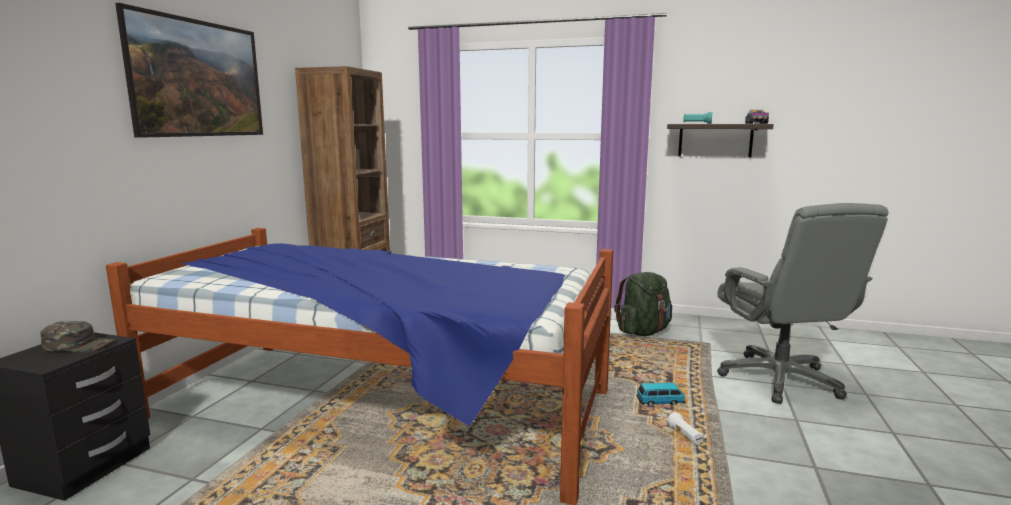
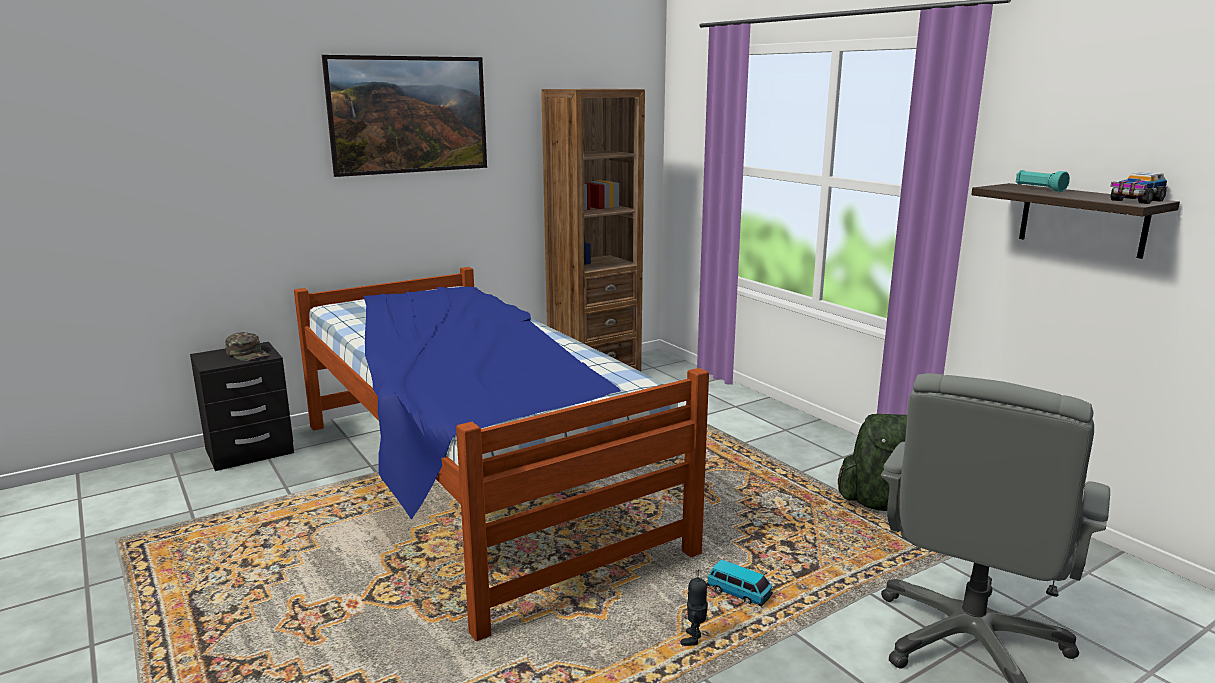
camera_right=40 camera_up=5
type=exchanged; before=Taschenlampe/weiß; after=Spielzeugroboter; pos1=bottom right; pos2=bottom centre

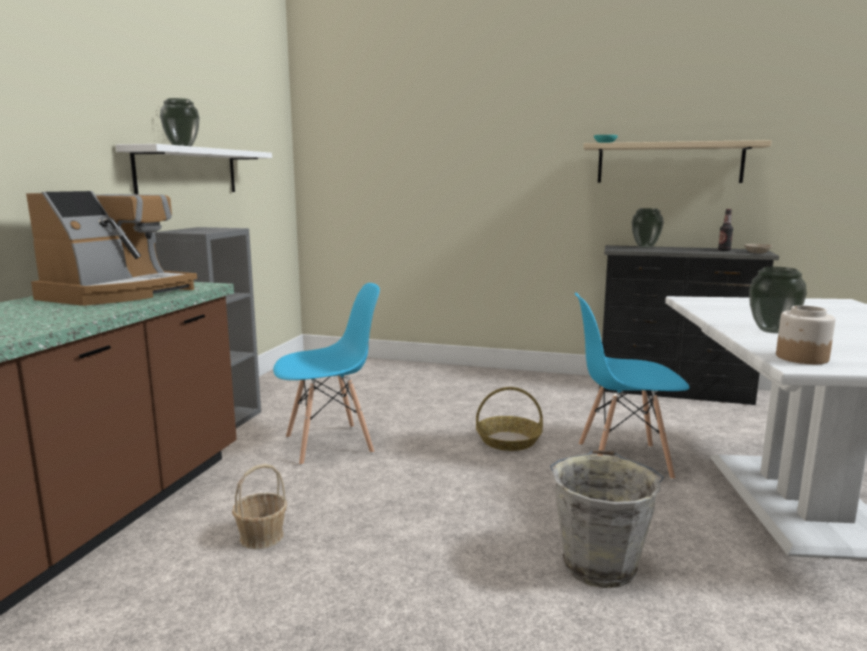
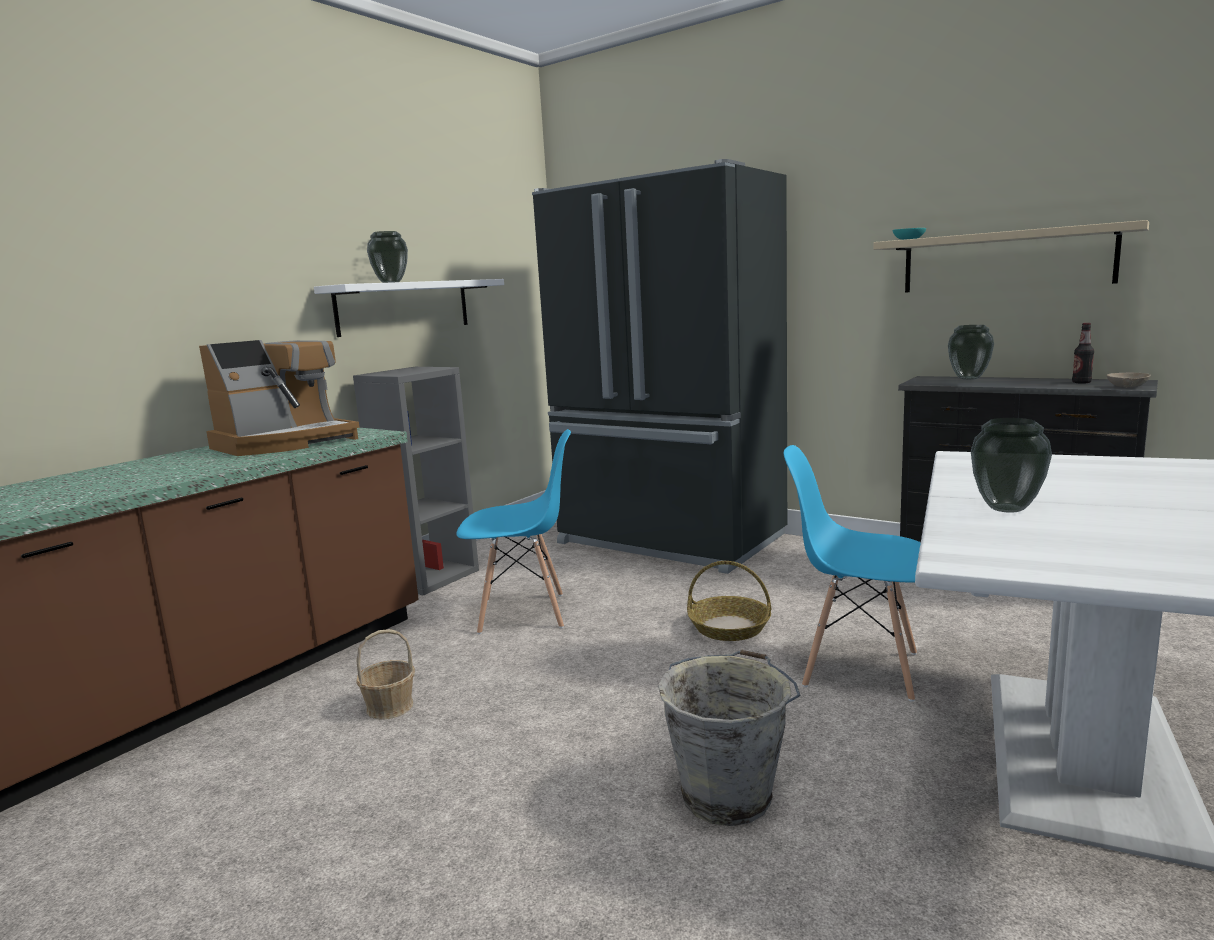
camera_right=20 camera_up=0
type=missing; before=Vorratsglas; pos1=middle right
type=appeared; after=Kühlschrank/schwarz; pos2=centre

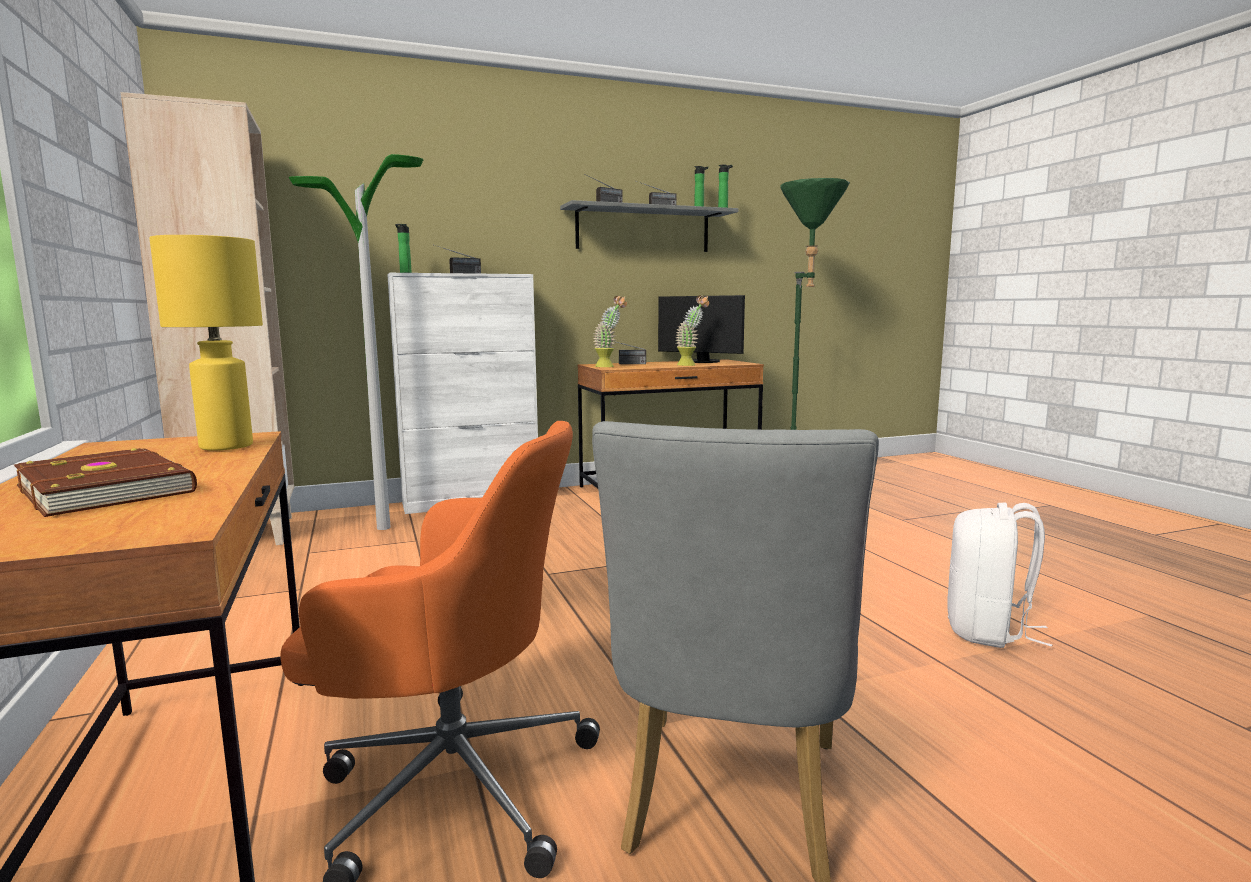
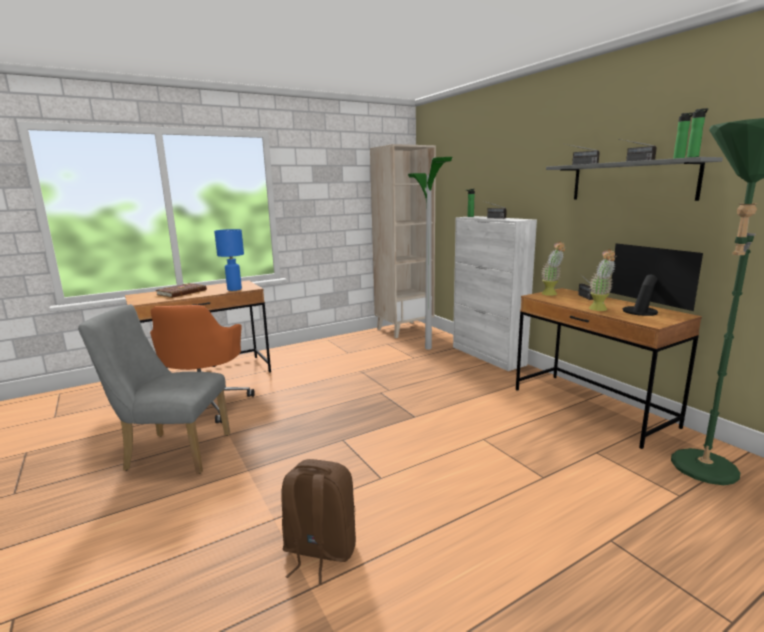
camera_right=80 camera_up=5
type=colour; before=Tischlampe/gelb; after=Tischlampe/blau; pos1=middle left; pos2=middle left
type=spun; before=Monitor; pos1=centre; pos2=middle right; turn=135
type=colour; before=Rucksack/weiß; after=Rucksack/braun; pos1=middle right; pos2=bottom centre

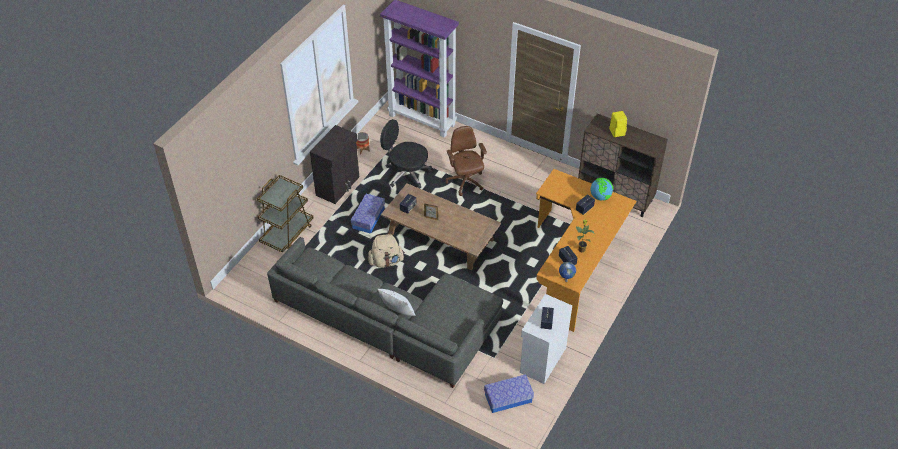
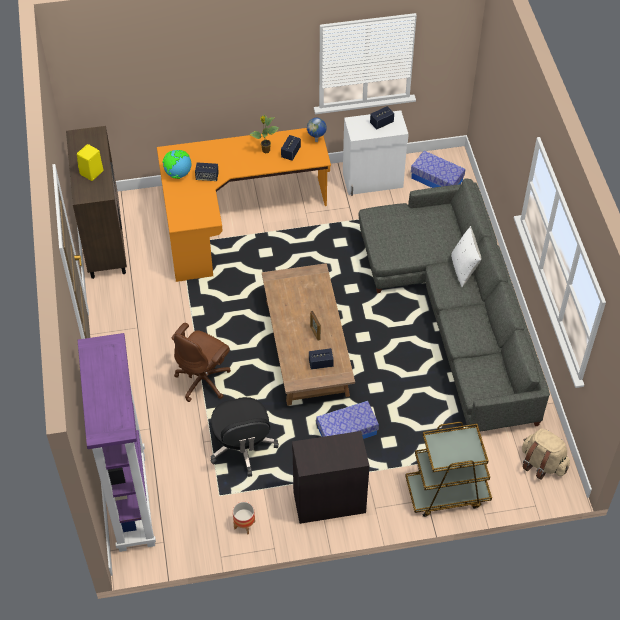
camera_right=-130 camera_up=5
type=relocated; before=Rucksack/beige; pos1=centre; pos2=bottom right

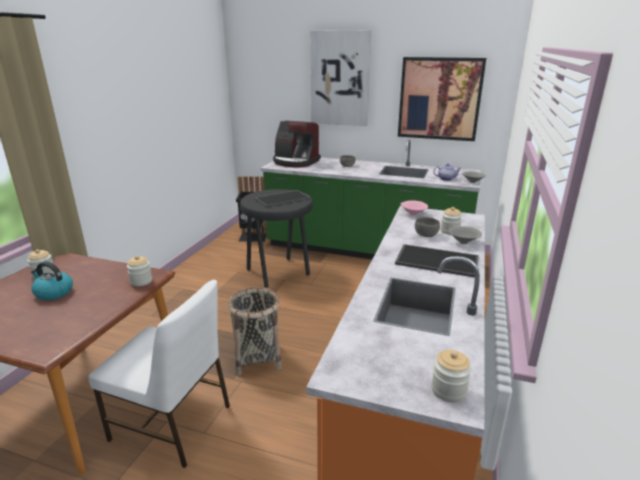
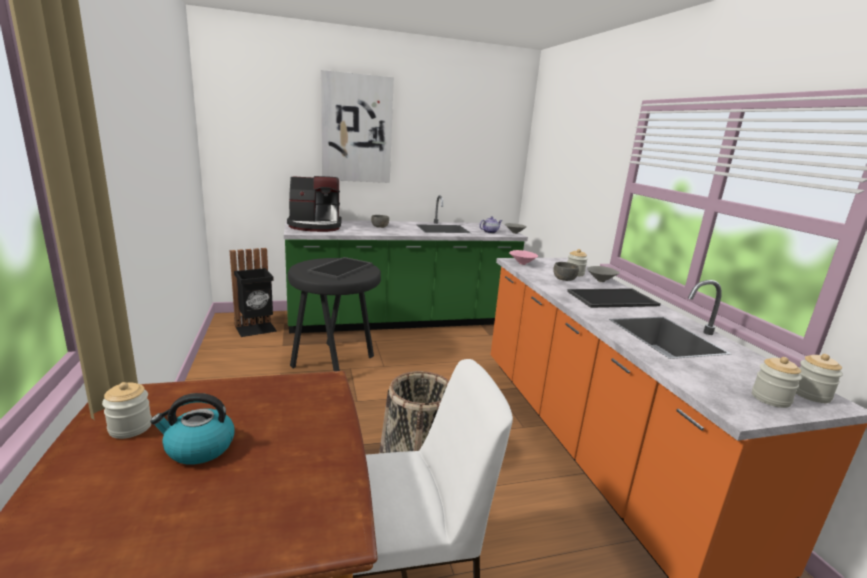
camera_right=-35 camera_up=-5
type=relocated; before=Vorratsglas (no. 2 from left in the first image); after=Vorratsglas (no. 3 from left); pos1=middle left; pos2=middle right
type=missing; before=Bild (no. 2 from left); pos1=top right

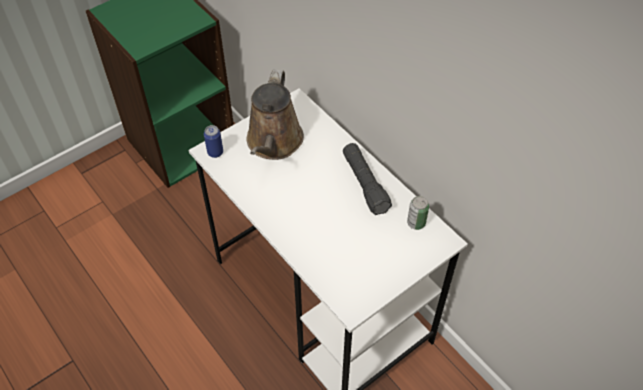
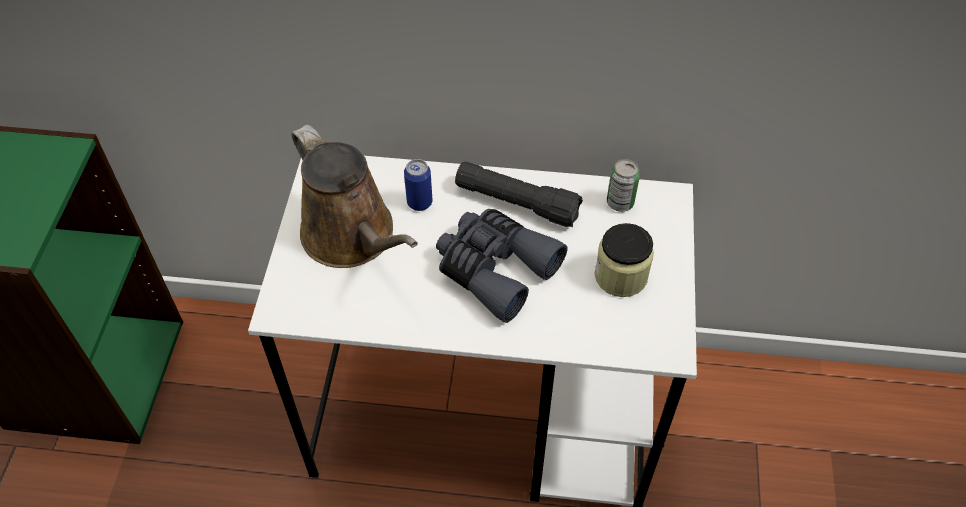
camera_right=-45 camera_up=0
type=relocated; before=Dose (no. 1 from left); pos1=middle left; pos2=centre
type=appeared; after=Fernglas/grau; pos2=centre
type=appeared; after=Vorratsglas; pos2=centre

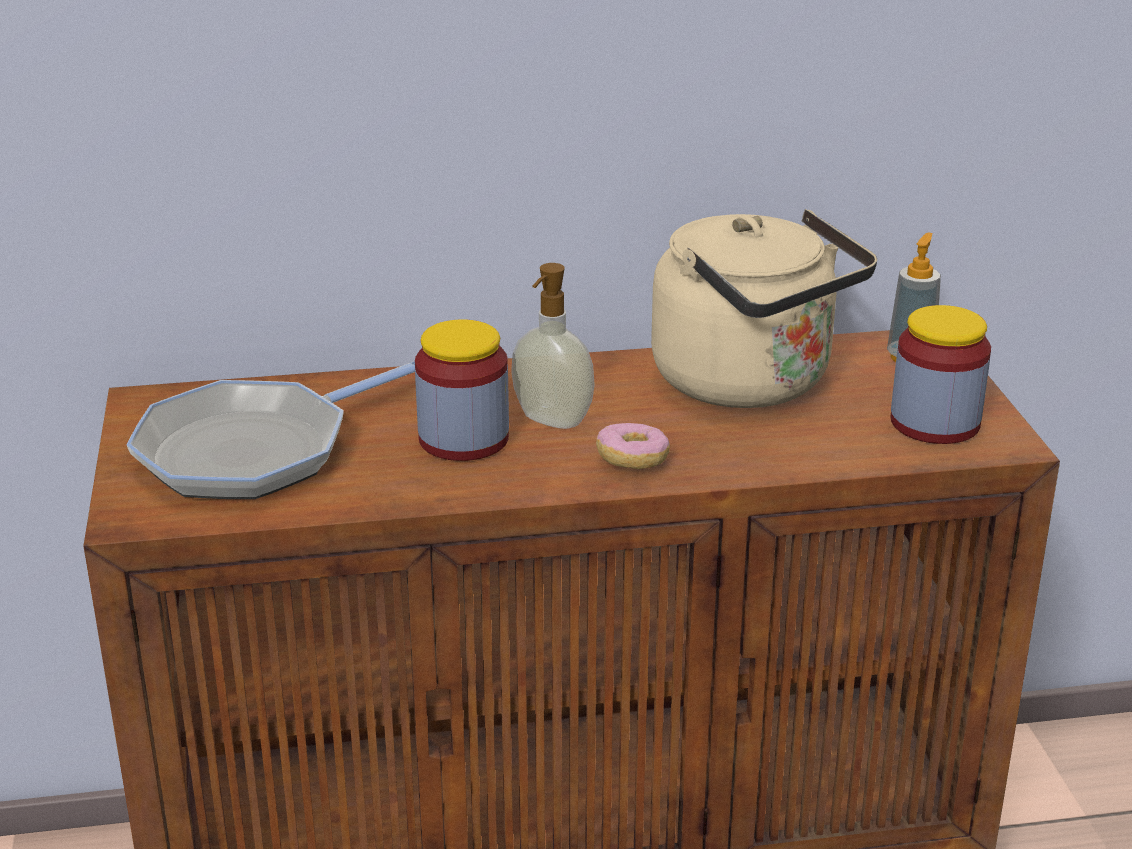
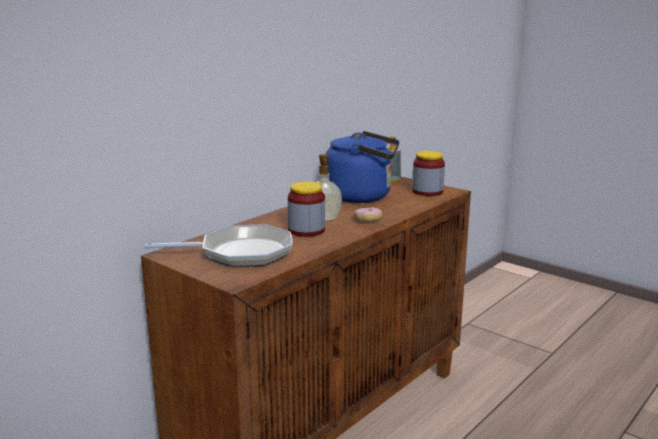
camera_right=-40 camera_up=-10
type=spun; before=Pfanne; pos1=middle left; pos2=middle left; turn=-105
type=colour; before=Wasserkessel/beige; after=Wasserkessel/blau; pos1=middle right; pos2=centre

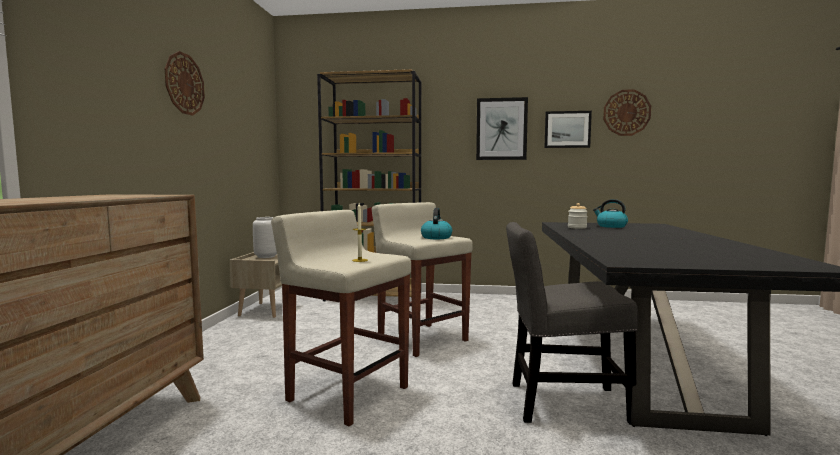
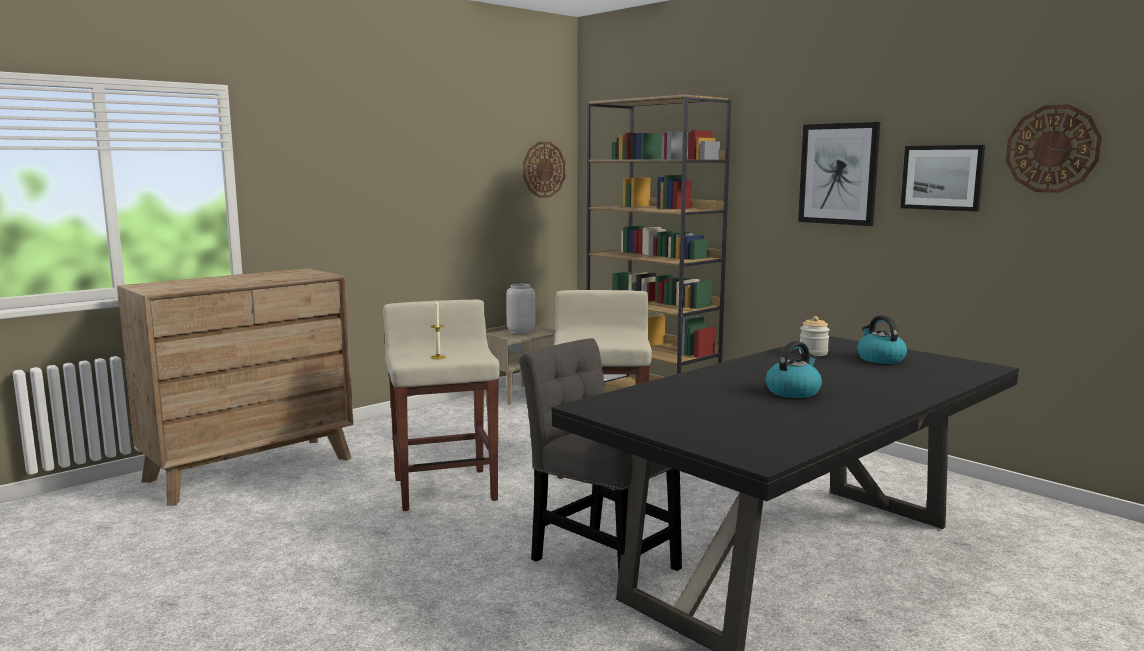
camera_right=40 camera_up=5
type=relocated; before=Wanduhr (no. 1 from left); pos1=top left; pos2=top centre
type=relocated; before=Wasserkessel (no. 1 from left); pos1=centre; pos2=middle right

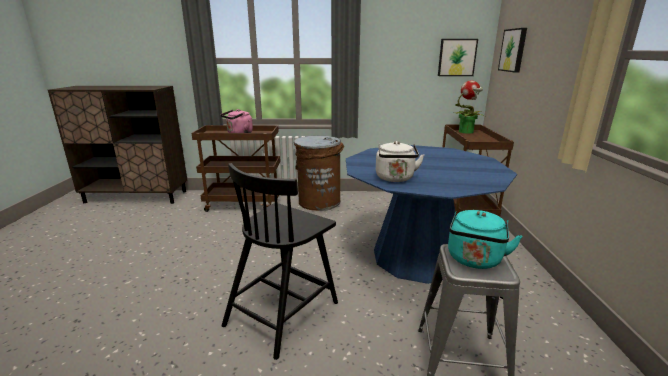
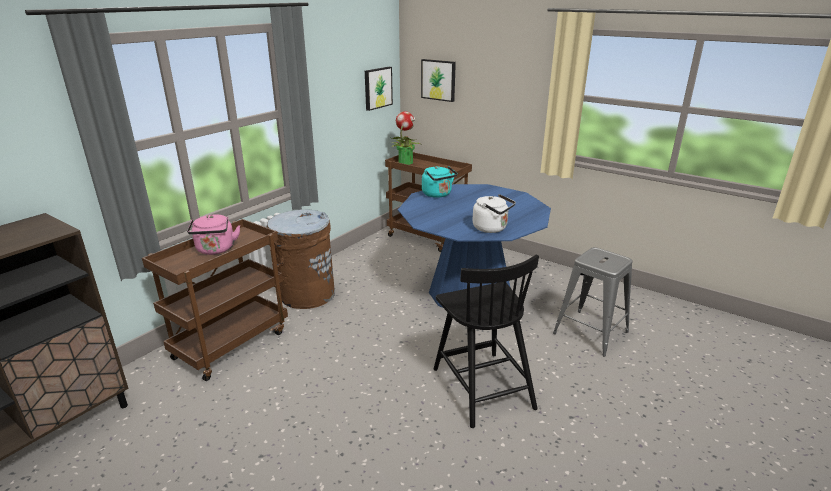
camera_right=-55 camera_up=5
type=relocated; before=Wasserkessel/türkis; pos1=middle right; pos2=centre

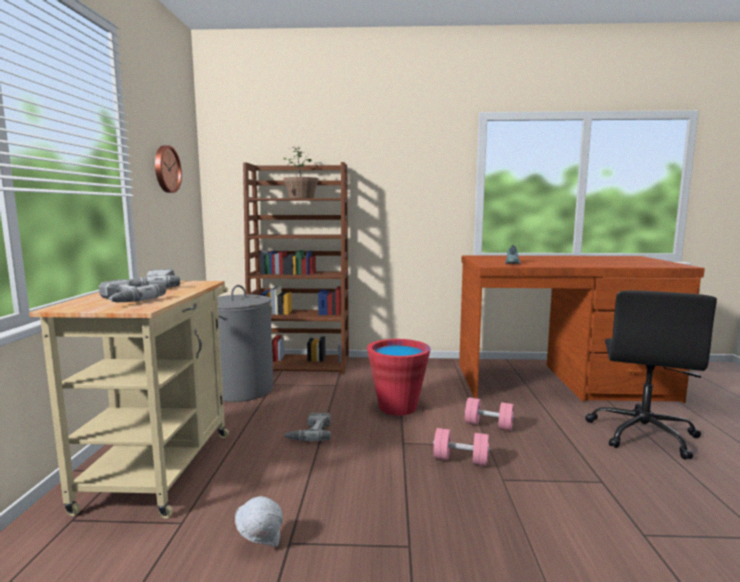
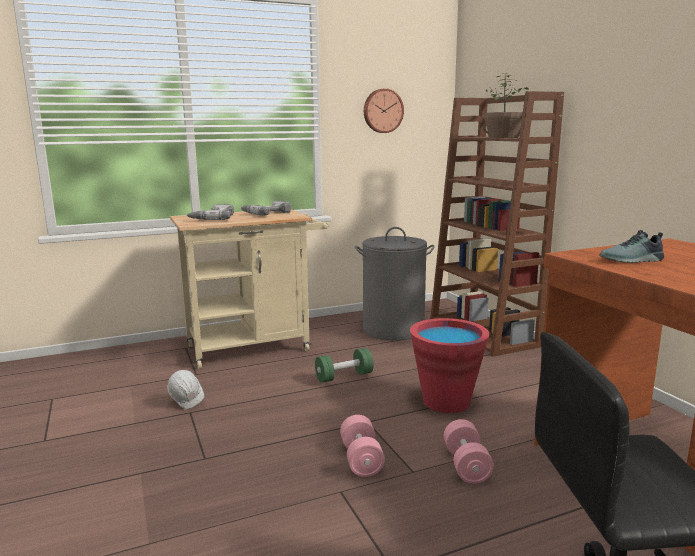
camera_right=65 camera_up=5
type=exchanged; before=Bohrmaschine (no. 3 from left); after=Hantel/grün; pos1=bottom centre; pos2=centre

